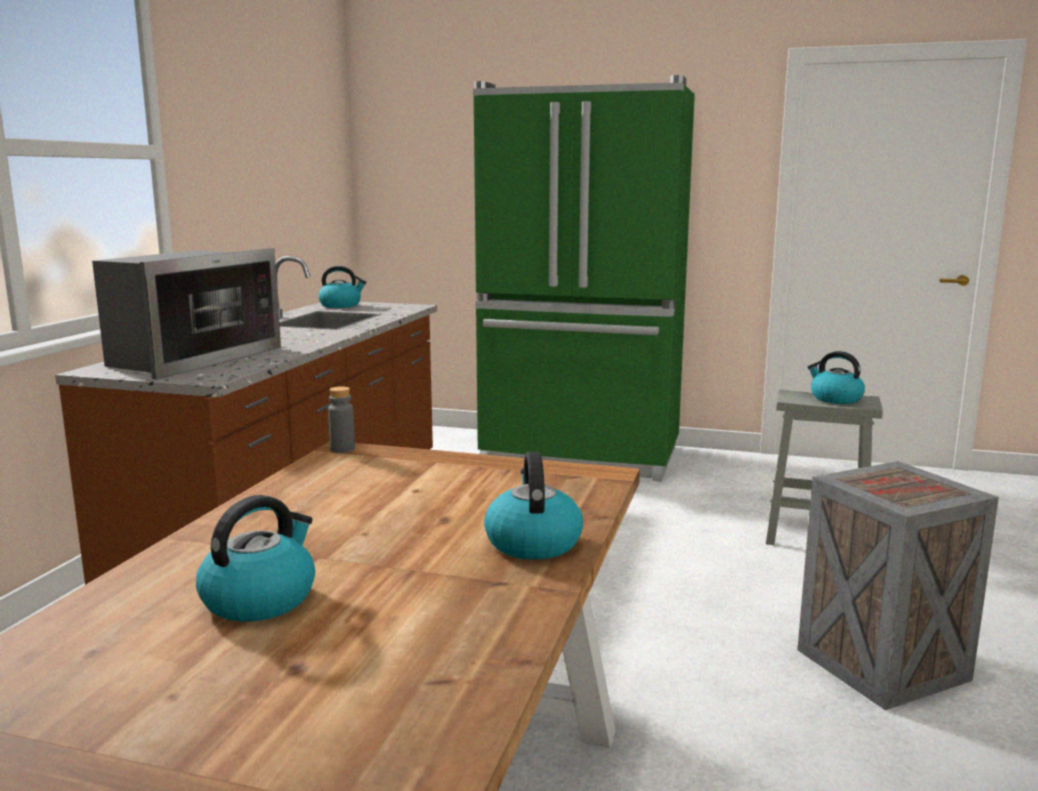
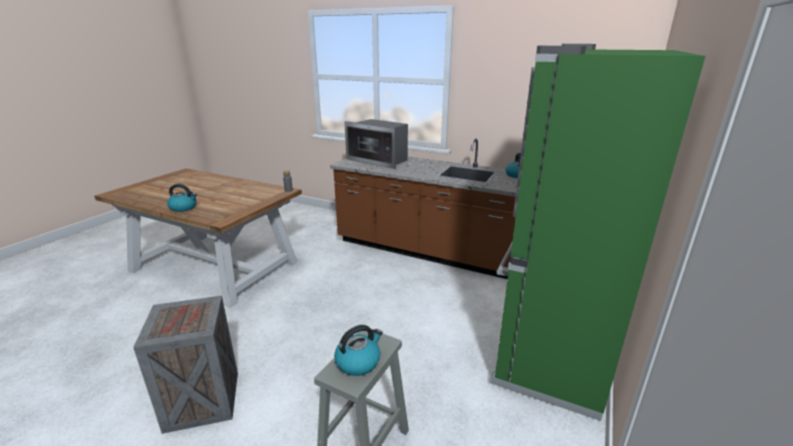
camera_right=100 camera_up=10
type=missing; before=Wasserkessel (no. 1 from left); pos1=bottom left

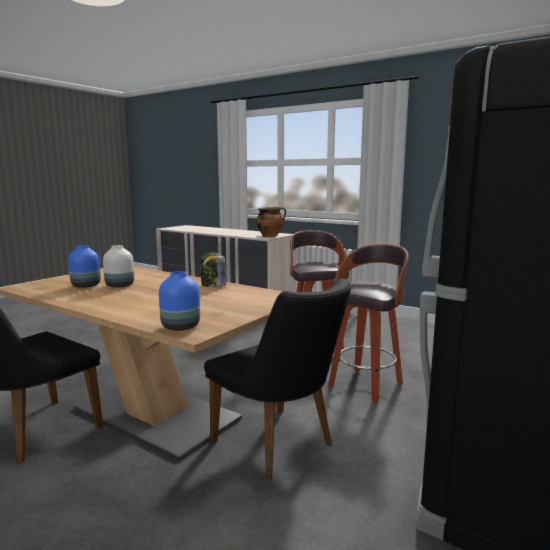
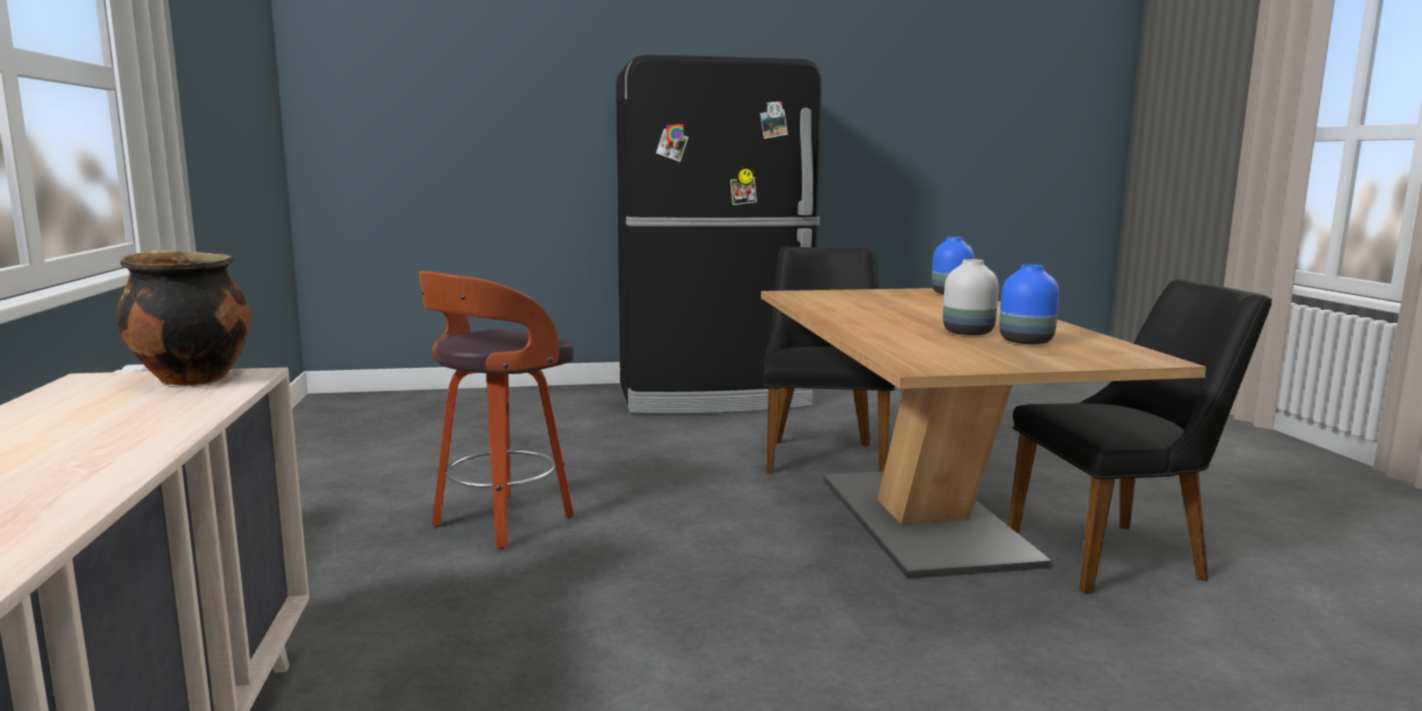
camera_right=-135 camera_up=0
type=missing; before=Vorratsglas; pos1=centre
type=missing; before=Hocker (no. 2 from left); pos1=middle right

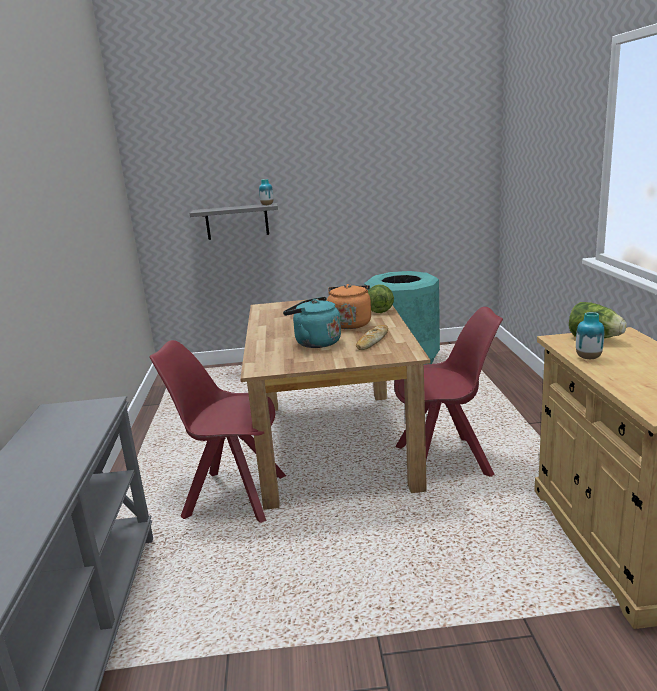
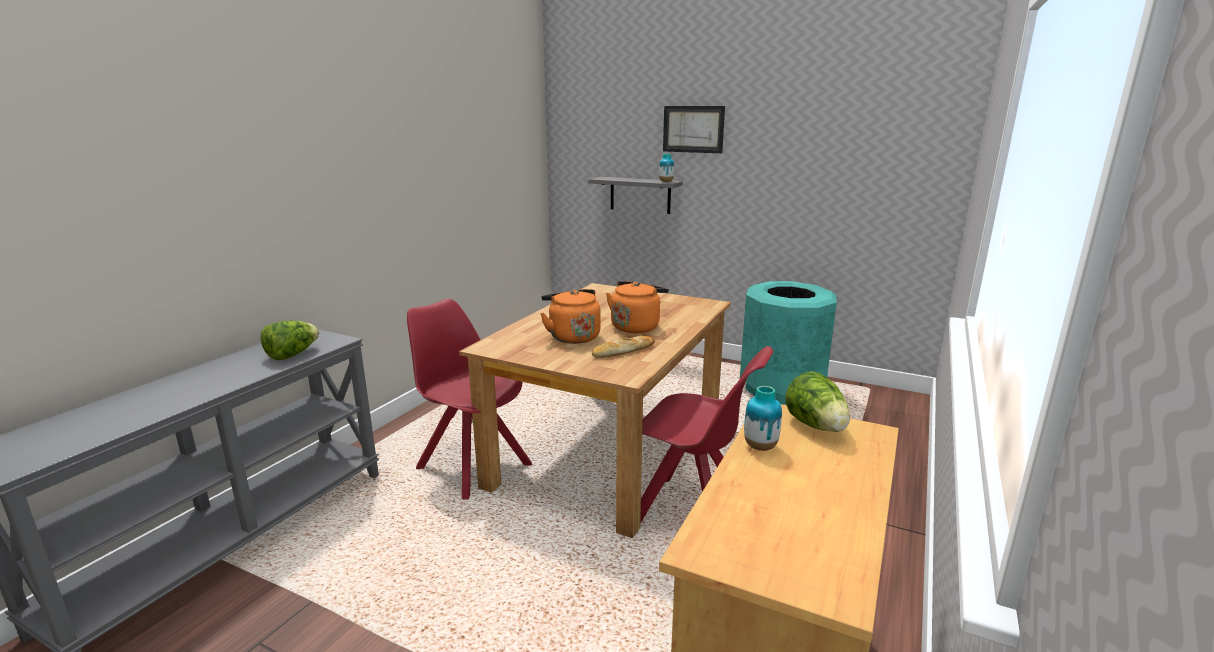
camera_right=30 camera_up=0
type=colour; before=Wasserkessel/türkis; after=Wasserkessel/orange (no. 1 from left); pos1=centre; pos2=centre
type=relocated; before=Salatkopf (no. 1 from left); pos1=centre; pos2=middle left
type=appeared; after=Bild; pos2=top centre

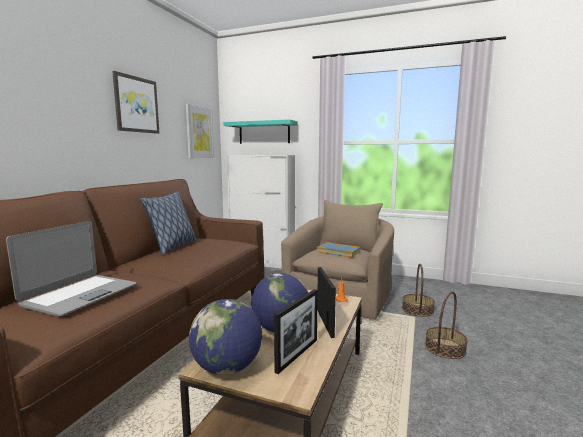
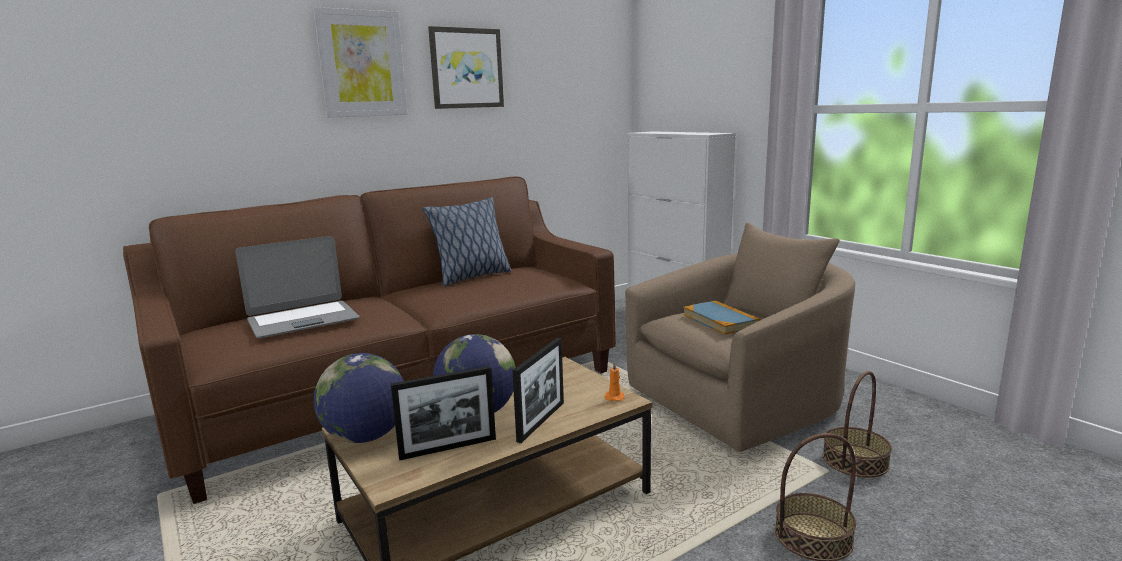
camera_right=35 camera_up=5
type=relocated; before=Bild (no. 2 from left in the first image); after=Bild (no. 1 from left); pos1=top centre; pos2=top left
type=missing; before=Wandregal/türkis; pos1=top centre

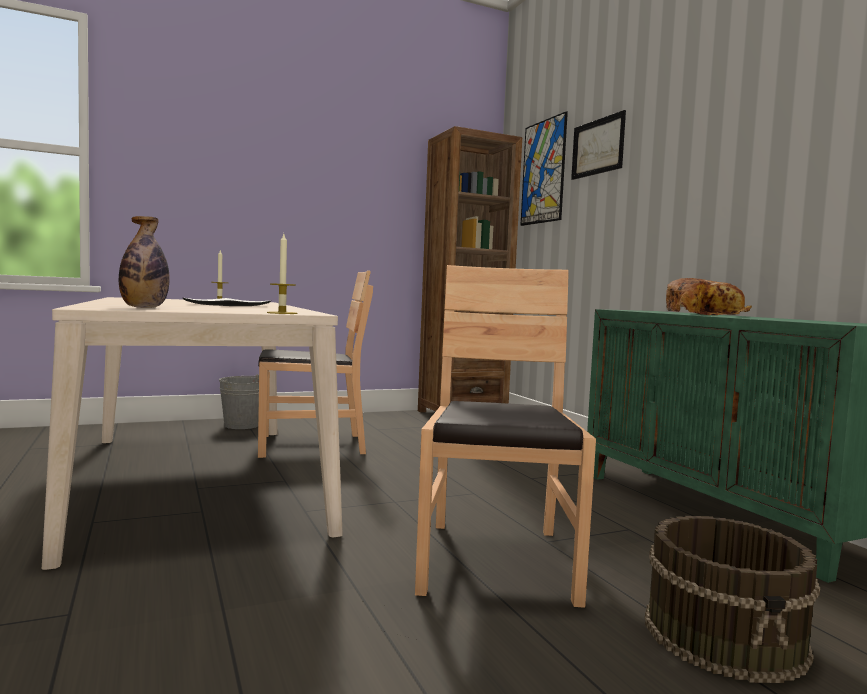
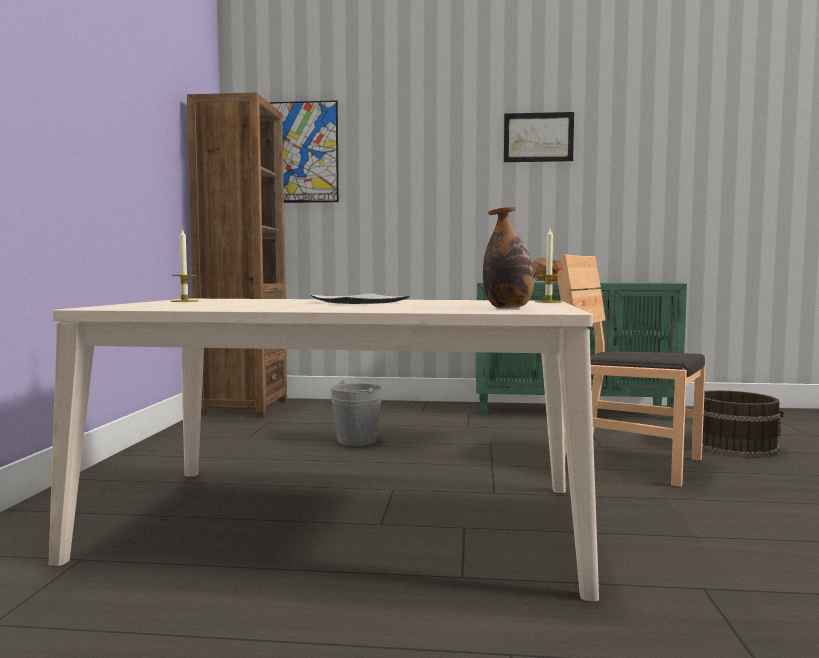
camera_right=-60 camera_up=0
type=relocated; before=Eimer/grau; pos1=middle left; pos2=centre
type=missing; before=Stuhl/braun (no. 1 from left); pos1=centre
type=relocated; before=Bild (no. 2 from left); pos1=top right; pos2=top centre

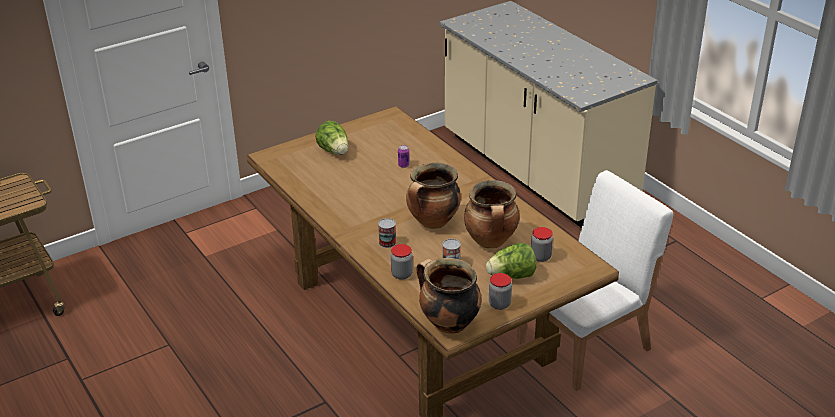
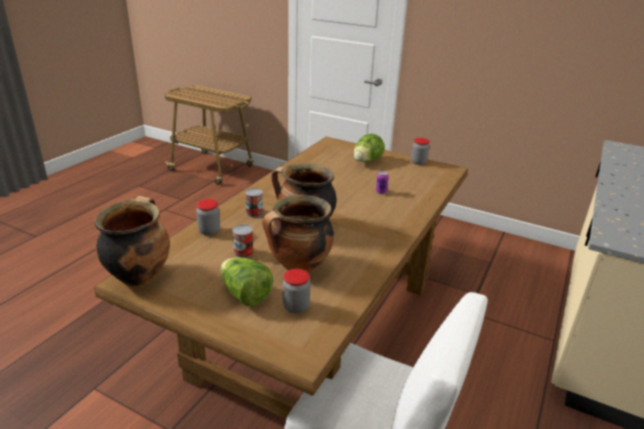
camera_right=60 camera_up=-5
type=relocated; before=Vorratsglas (no. 2 from left in the first image); after=Vorratsglas (no. 3 from left); pos1=bottom centre; pos2=centre

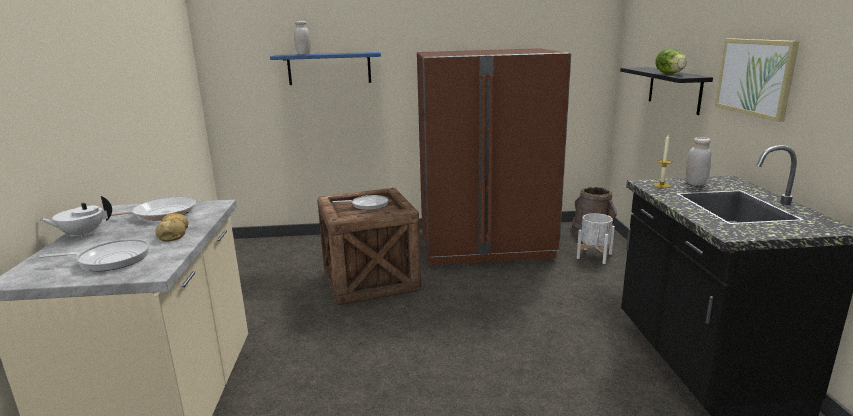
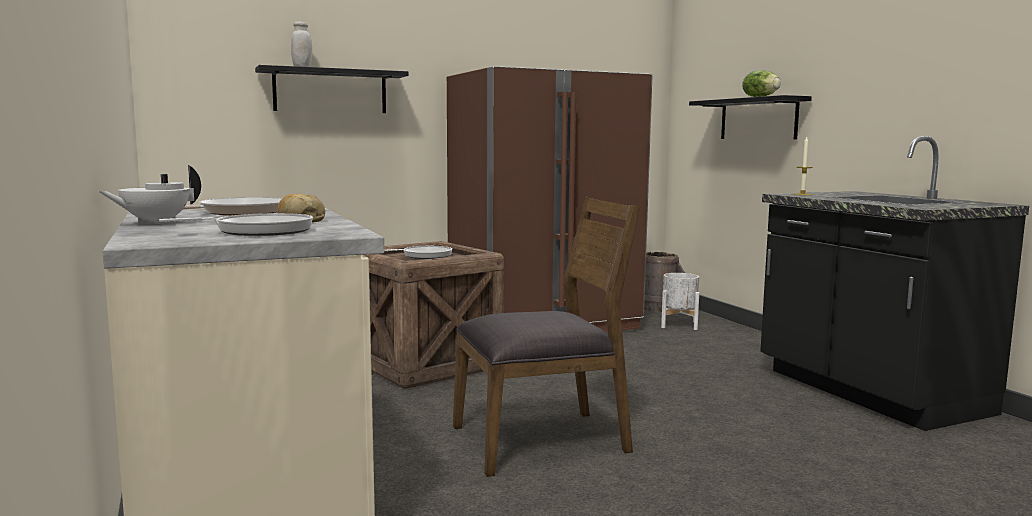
camera_right=-20 camera_up=-10
type=colour; before=Wandregal/blau; after=Wandregal/schwarz (no. 1 from left); pos1=top centre; pos2=top left
type=missing; before=Vorratsglas/weiß (no. 2 from left); pos1=middle right
type=missing; before=Bild; pos1=top right
type=appeared; after=Stuhl/braun; pos2=centre

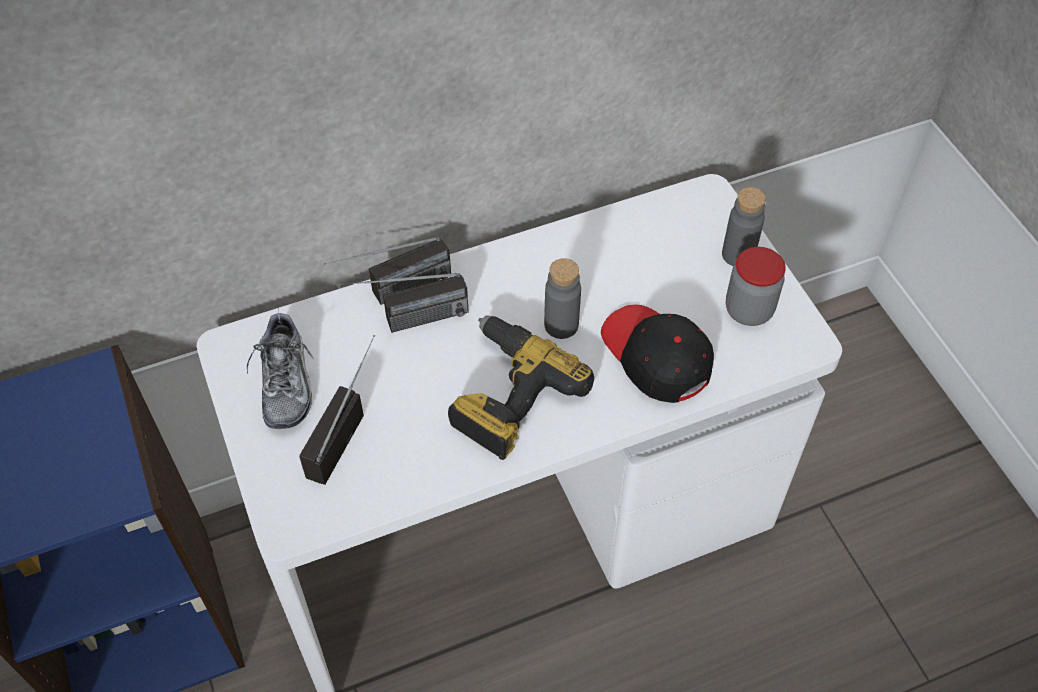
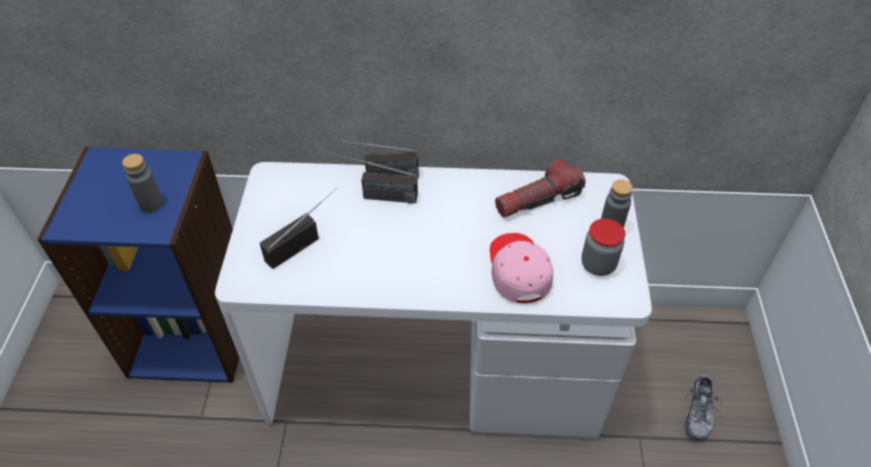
camera_right=25 camera_up=-5
type=relocated; before=Schuh; pos1=middle left; pos2=bottom right
type=missing; before=Bohrmaschine; pos1=centre
type=relocated; before=Flasche/grau (no. 1 from left); pos1=centre; pos2=middle left
type=colour; before=Kappe/schwarz; after=Kappe/rosa; pos1=centre; pos2=centre
type=appeared; after=Taschenlampe; pos2=centre

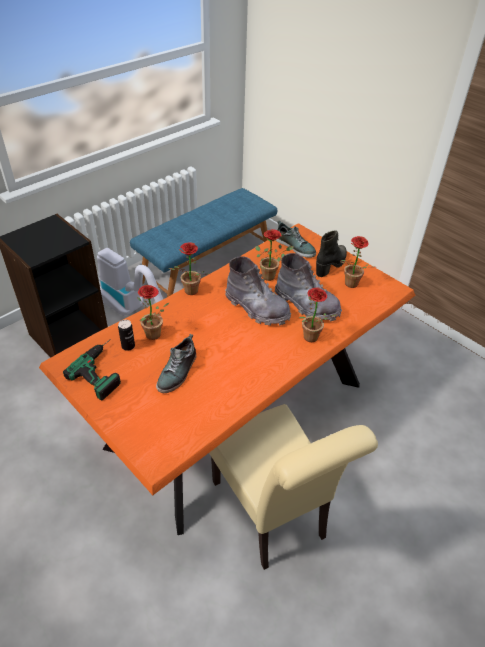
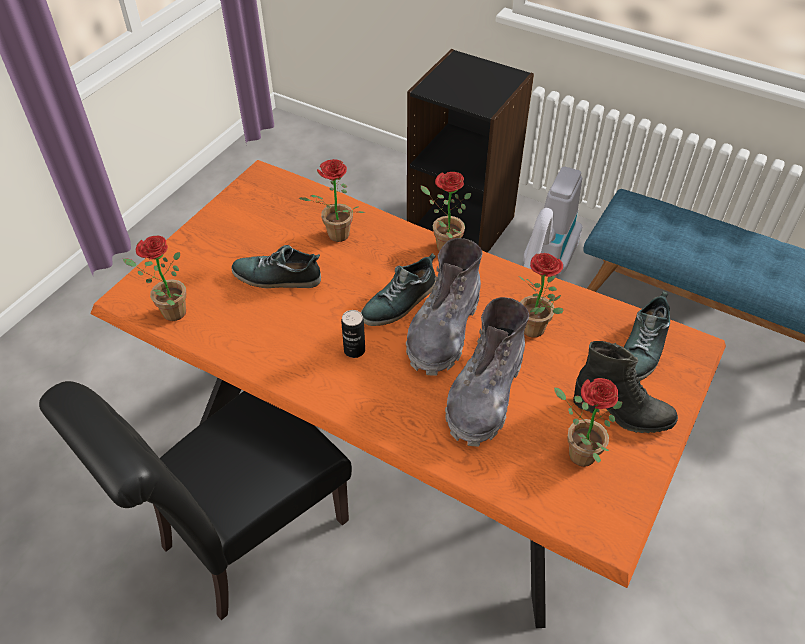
camera_right=75 camera_up=5
type=missing; before=Bohrmaschine; pos1=middle left
type=relocated; before=Dose; pos1=middle left; pos2=centre
type=colour; before=Stuhl/beige; after=Stuhl/schwarz; pos1=bottom centre; pos2=bottom left
type=relocated; before=Topfpflanze (no. 4 from left in the first image); after=Topfpflanze (no. 1 from left); pos1=centre; pos2=middle left
type=appeared; after=Schuh (no. 2 from left); pos2=centre

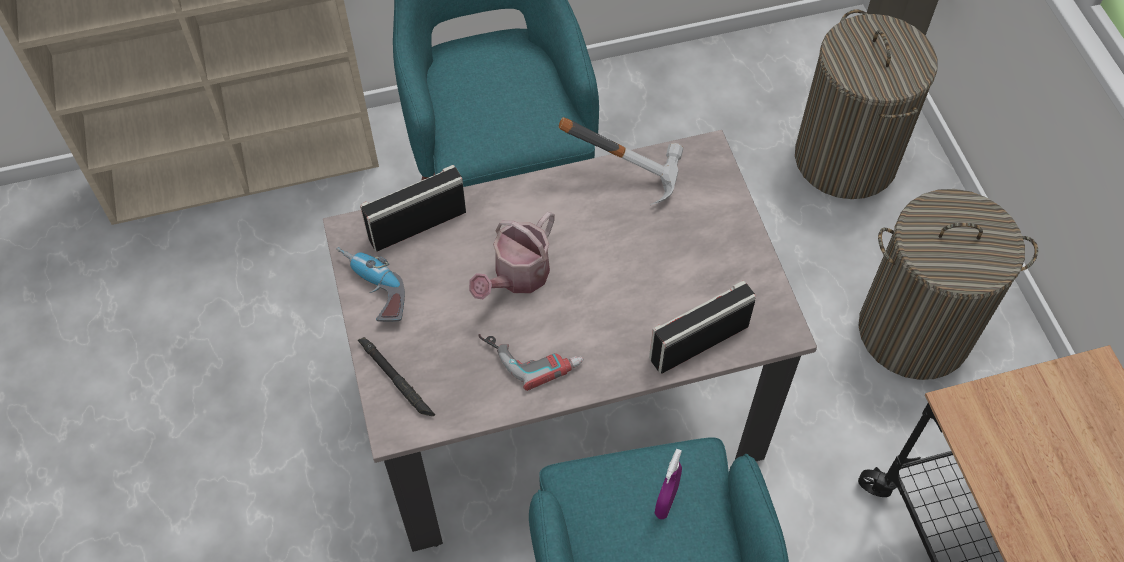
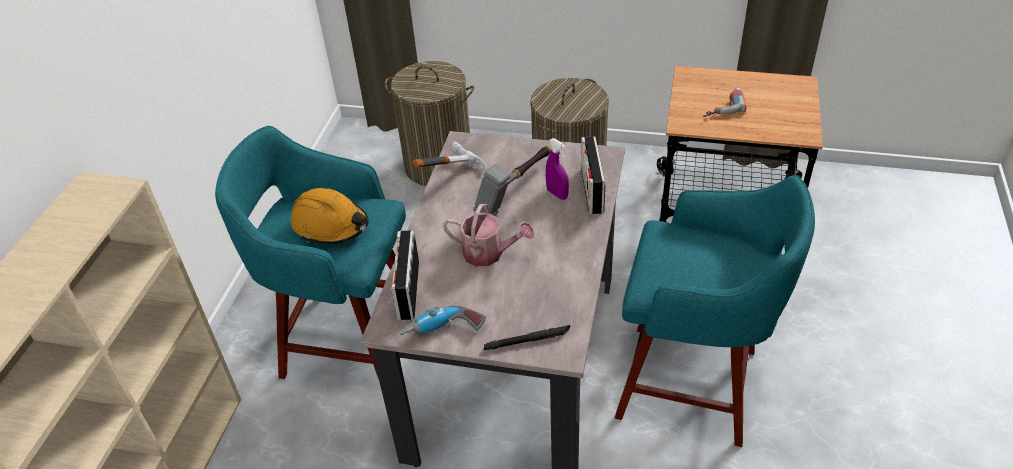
camera_right=-60 camera_up=-15
type=spun; before=Gießkanne; pos1=centre; pos2=centre; turn=-45
type=relocated; before=Bohrmaschine (no. 2 from left); pos1=centre; pos2=top right
type=relocated; before=Sprühflasche/lila; pos1=bottom centre; pos2=centre
type=appeared; after=Schutzhelm/orange; pos2=middle left
type=appeared; after=Hammer (no. 2 from left); pos2=centre

